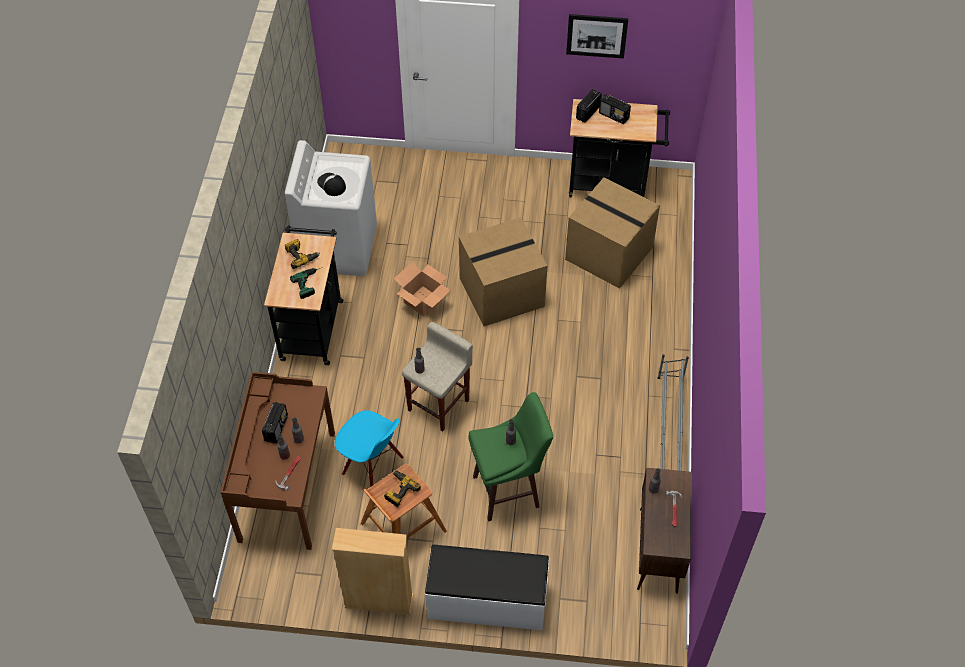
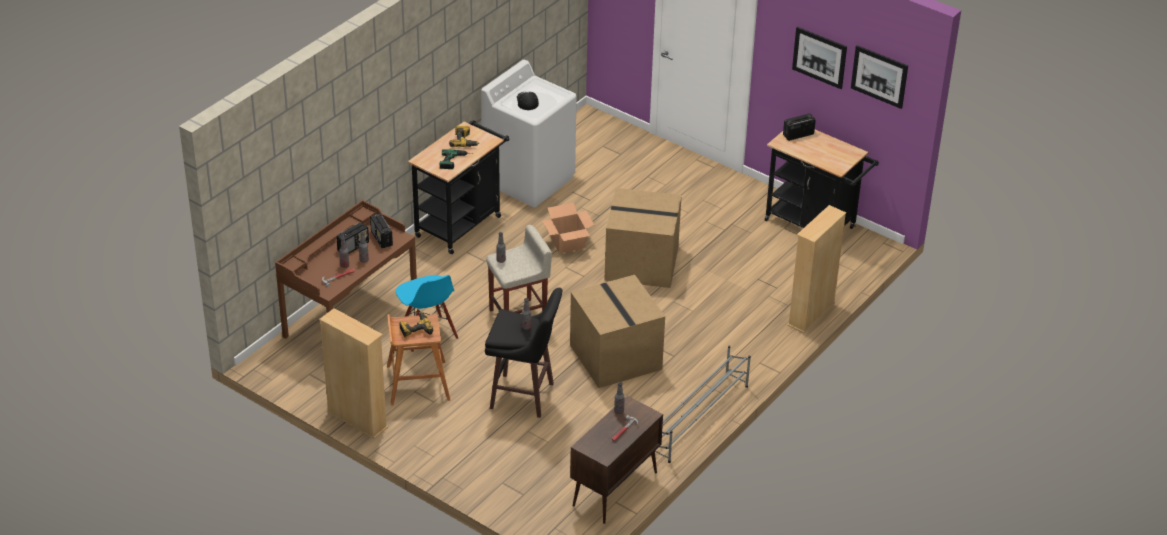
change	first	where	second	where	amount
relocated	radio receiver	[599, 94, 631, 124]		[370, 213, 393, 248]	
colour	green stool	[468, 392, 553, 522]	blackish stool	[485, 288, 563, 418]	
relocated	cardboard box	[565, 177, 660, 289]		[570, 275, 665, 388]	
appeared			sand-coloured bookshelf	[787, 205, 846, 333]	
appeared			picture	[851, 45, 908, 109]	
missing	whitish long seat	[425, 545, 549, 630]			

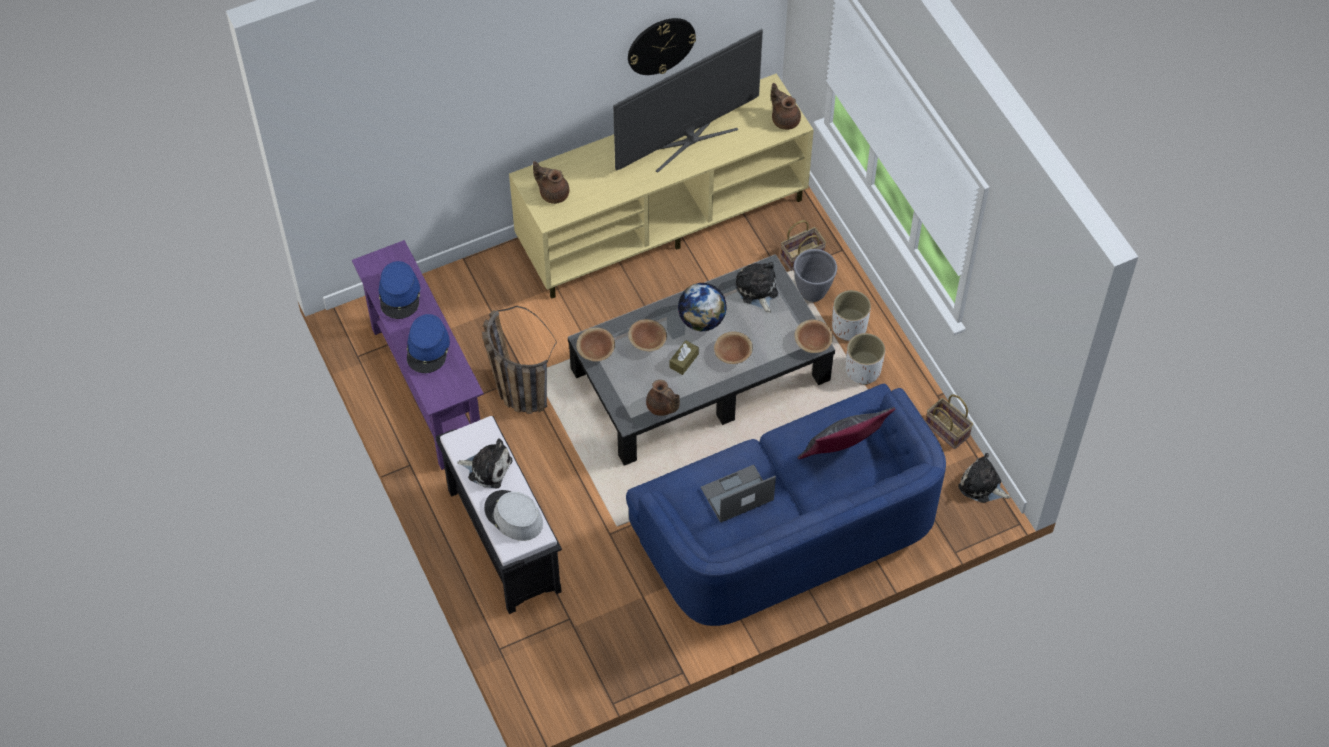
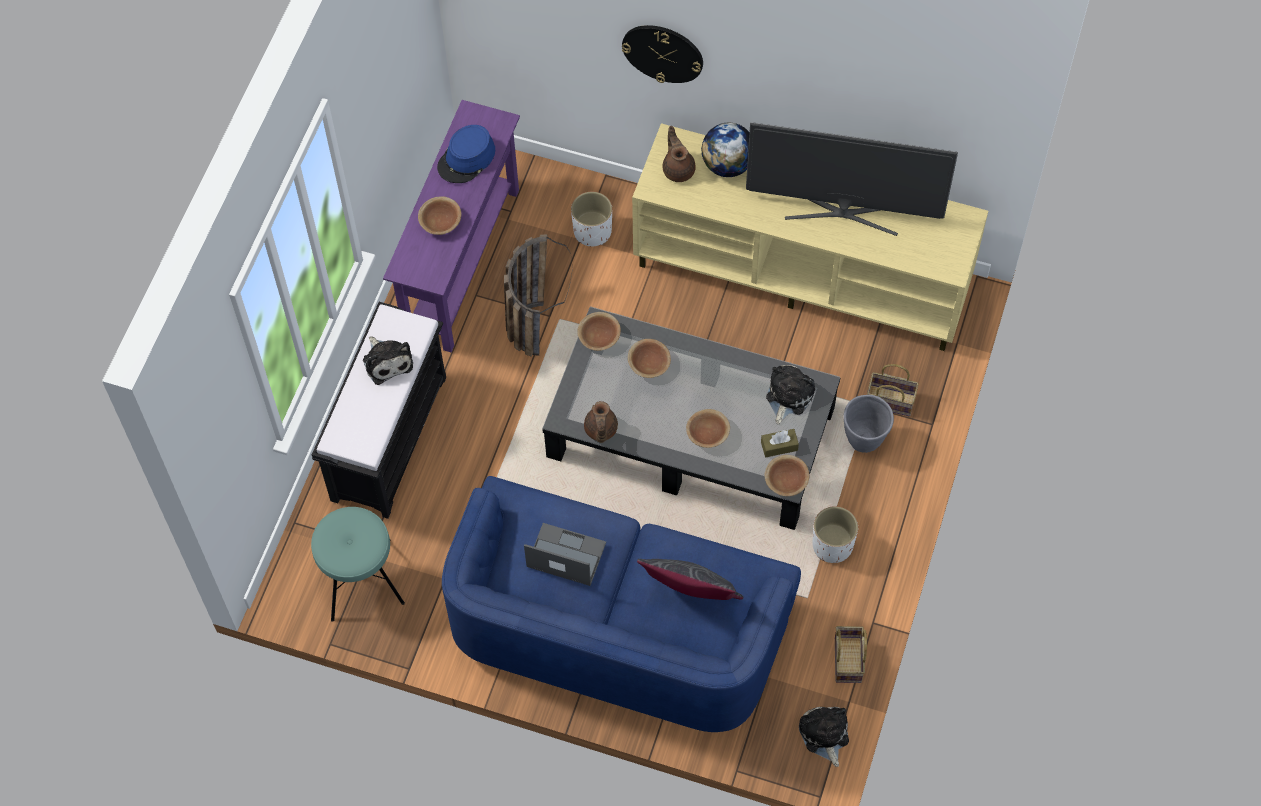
change	first	where	second	where	amount
appeared			turquoise-coloured stool	[311, 507, 405, 622]	
exchanged	bluish wearable hat	[407, 314, 450, 373]	brown-coloured deep dish	[418, 196, 461, 235]	
relocated	whitish planter	[832, 290, 871, 341]		[571, 192, 612, 246]	
relocated	clock on the wall	[628, 18, 696, 75]		[622, 25, 703, 83]	
relocated	desk globe	[678, 283, 727, 331]		[701, 122, 749, 177]	
relocated	brown-coloured tissue holder	[670, 340, 699, 375]		[761, 429, 799, 457]	
missing	gray wearable hat	[484, 490, 543, 541]			
missing	brown-coloured tea pot	[771, 83, 801, 130]			

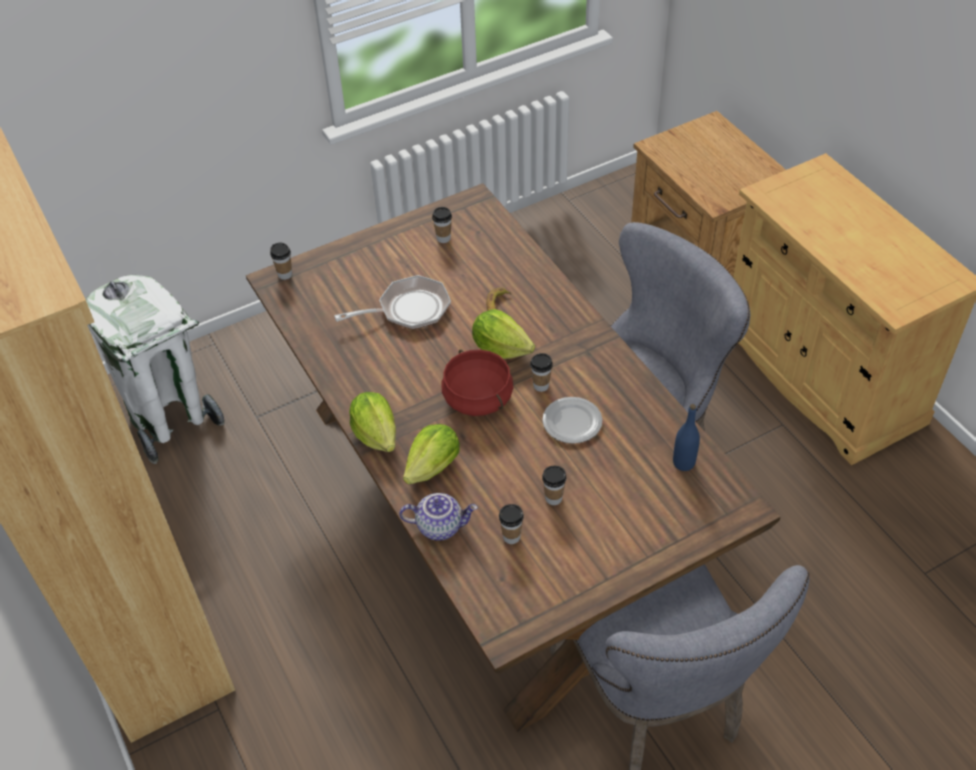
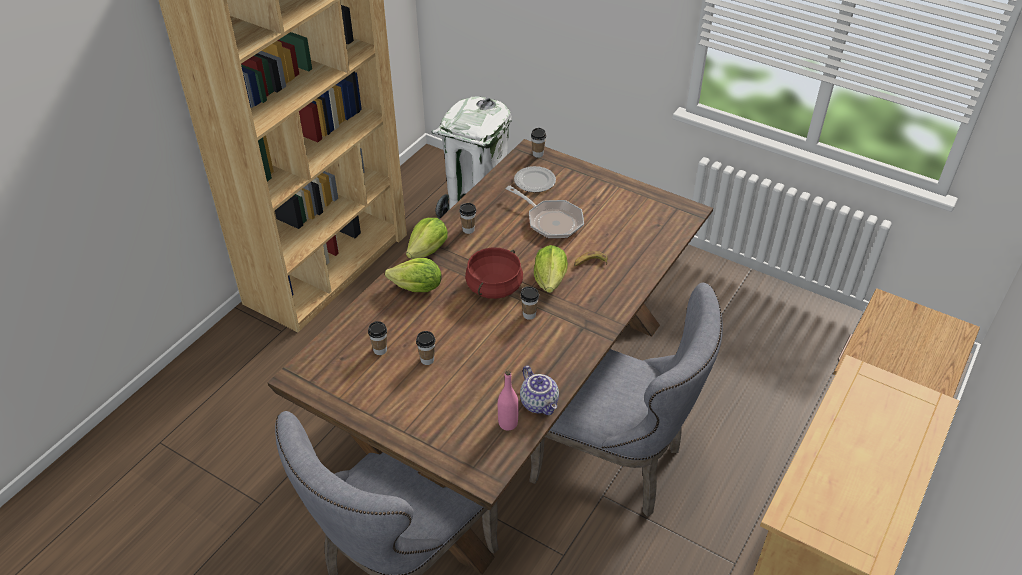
change	first	where	second	where	amount
relocated	drinking cup	[432, 207, 452, 243]		[459, 203, 476, 234]	
colour	bluish drink bottle	[673, 404, 700, 471]	pinkish drink bottle	[498, 371, 519, 431]	
relocated	flat dish	[542, 397, 603, 444]		[514, 166, 556, 192]	
relocated	tea pot	[399, 493, 478, 541]		[520, 366, 559, 415]	

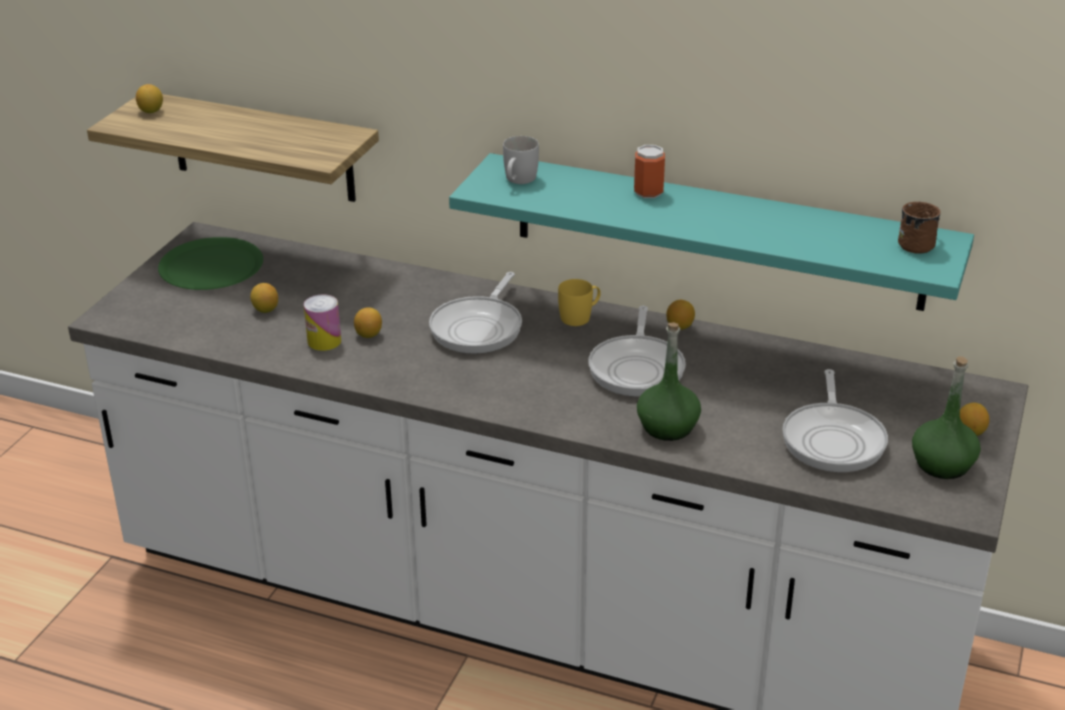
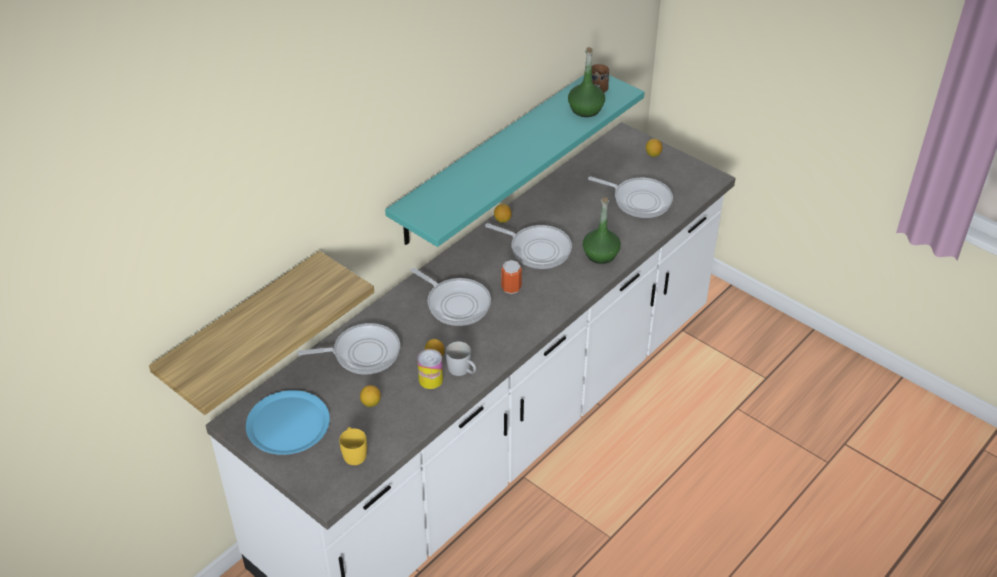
change	first	where	second	where	amount
colour	green flat dish	[158, 237, 263, 290]	bluish flat dish	[246, 390, 330, 455]	
appeared			pan	[297, 323, 400, 375]	
relocated	yellowish coffee mug	[558, 279, 601, 326]		[339, 427, 367, 465]	
relocated	whitish coffee mug	[503, 136, 539, 184]		[446, 342, 476, 376]	
relocated	sealed can	[634, 145, 665, 198]		[501, 260, 522, 294]	
relocated	green drink bottle	[912, 356, 981, 479]		[568, 47, 605, 117]	
missing	lemon	[136, 84, 163, 113]			

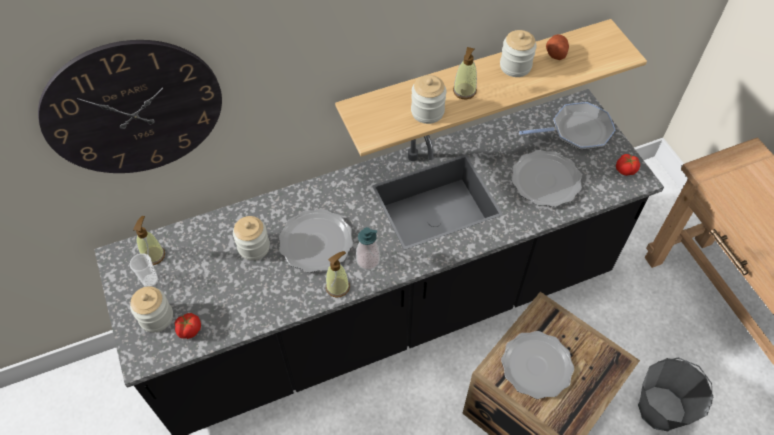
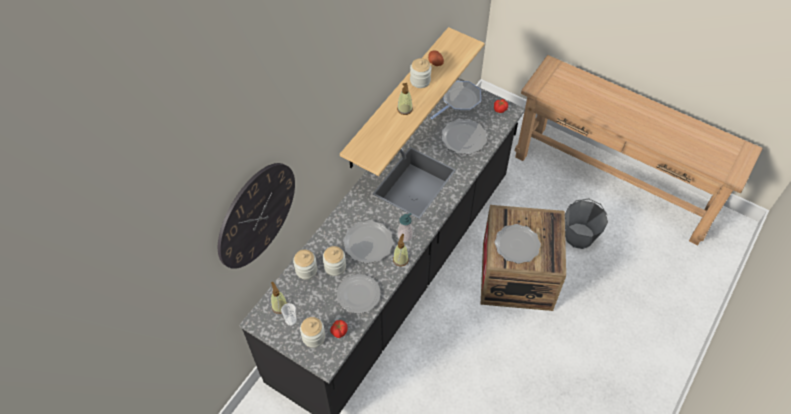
change	first	where	second	where	amount
relocated	preserve jar	[411, 75, 446, 124]		[293, 250, 317, 279]	
appeared			flat dish	[337, 274, 381, 313]	

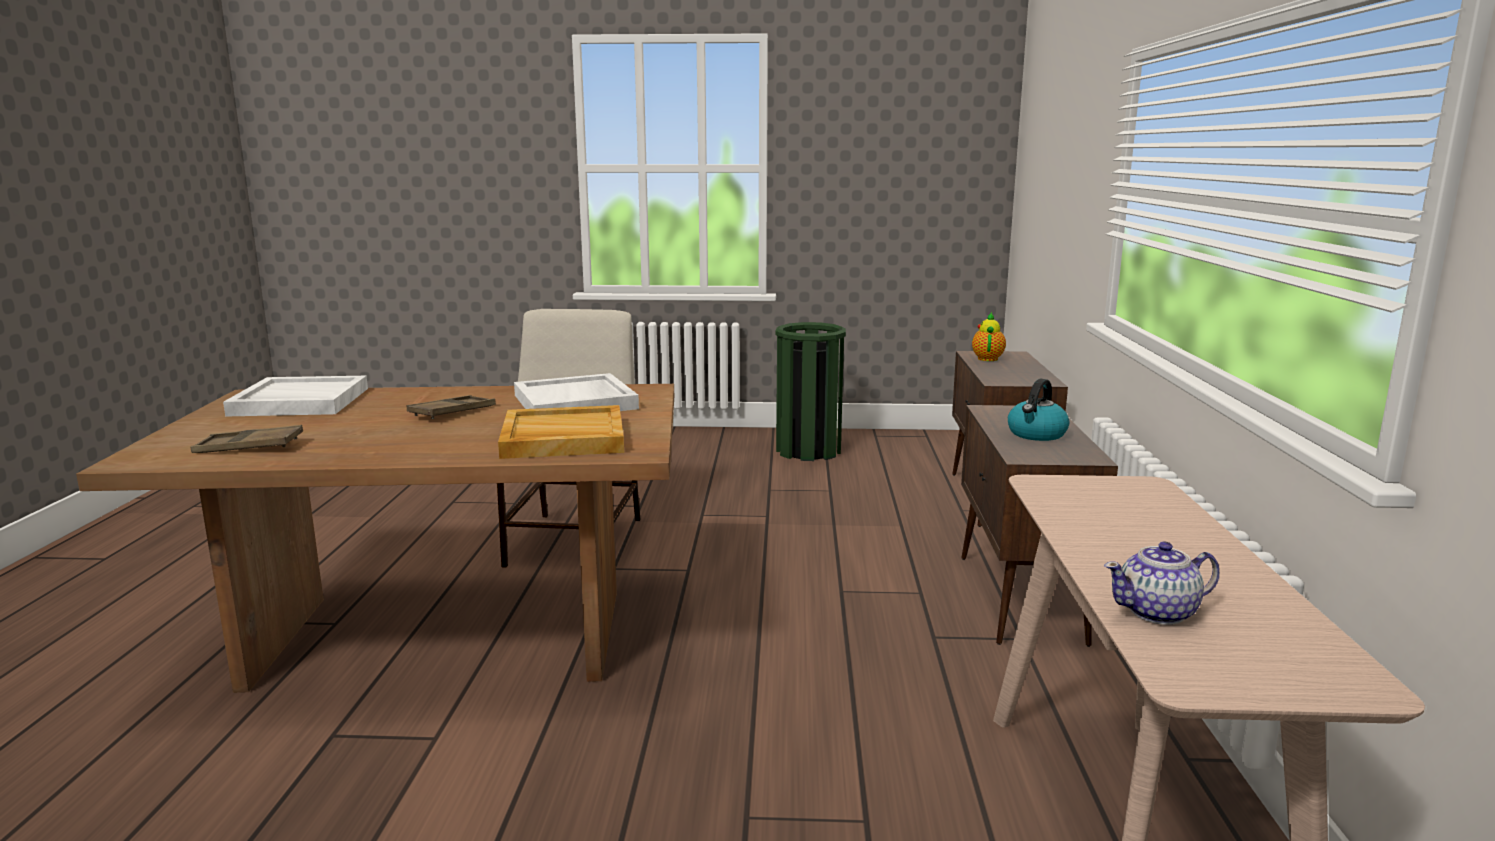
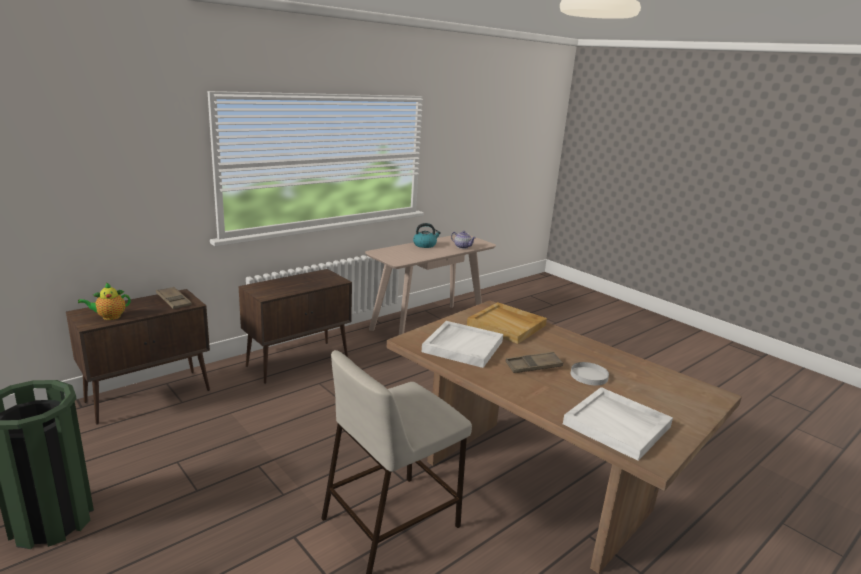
change	first	where	second	where	amount
relocated	brown-coloured tray	[191, 425, 303, 453]		[156, 287, 192, 309]	
relocated	tea kettle	[1008, 379, 1069, 441]		[413, 223, 441, 248]	
appeared			whitish flat dish	[571, 362, 609, 385]	

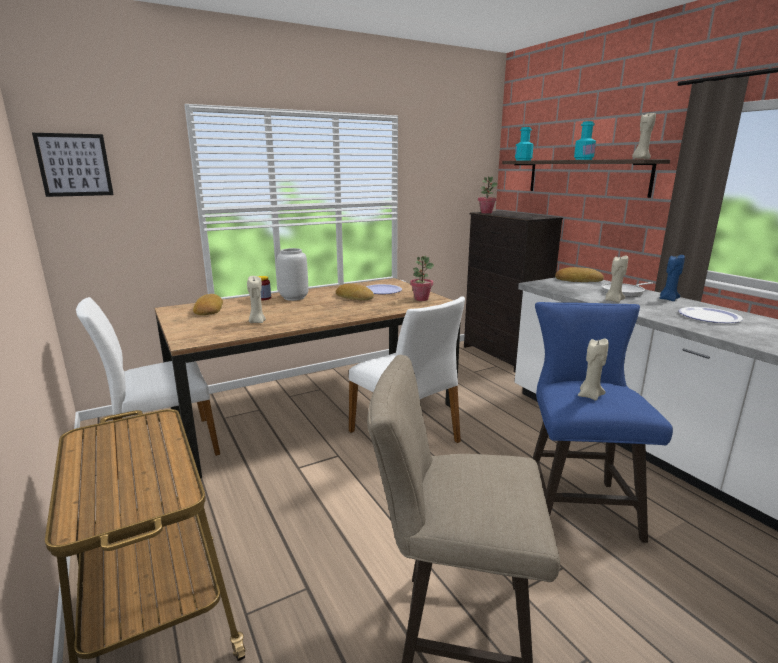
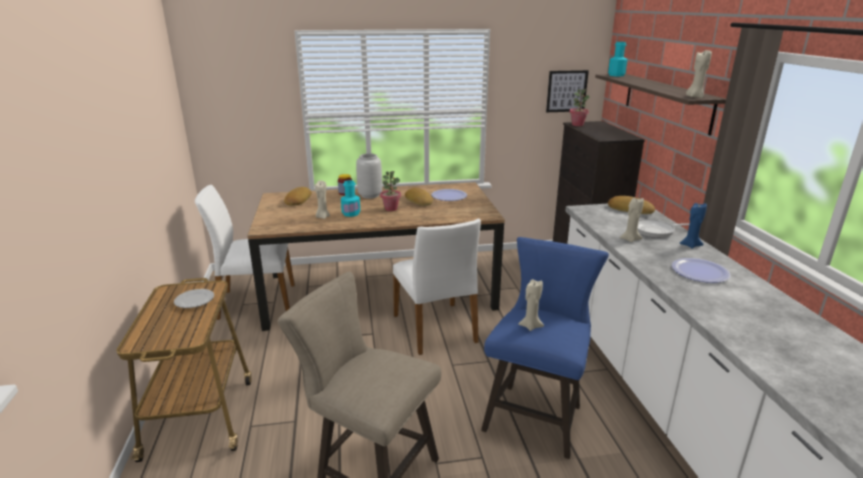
change	first	where	second	where	amount
appeared			flat dish	[174, 289, 214, 308]	
relocated	turquoise-coloured drink bottle	[574, 121, 596, 160]		[341, 180, 360, 217]	
relocated	plant in a pot	[410, 256, 434, 301]		[380, 171, 401, 211]	
relocated	picture	[32, 133, 114, 197]		[546, 70, 589, 112]	

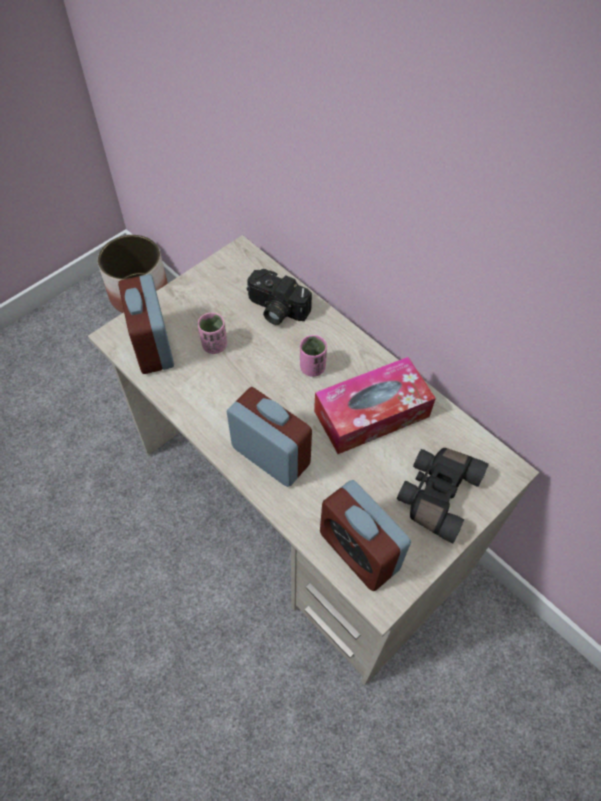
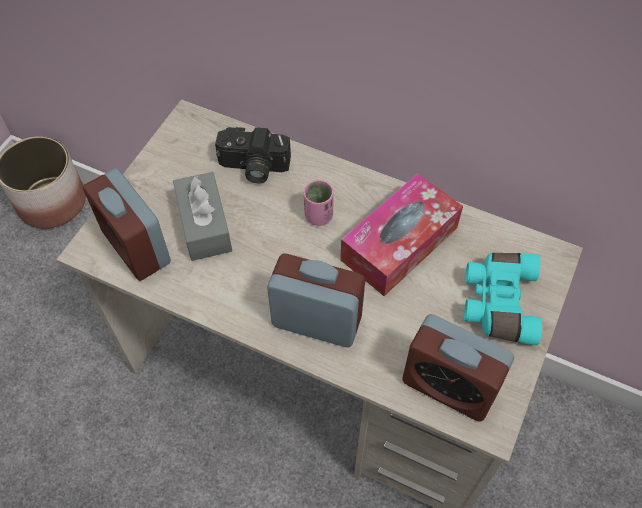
change	first	where	second	where	amount
exchanged	pinkish drinking cup	[198, 313, 227, 354]	gray tissue holder	[173, 172, 232, 261]	
colour	blackish field glasses	[397, 448, 489, 543]	turquoise-coloured field glasses	[464, 253, 542, 345]	

